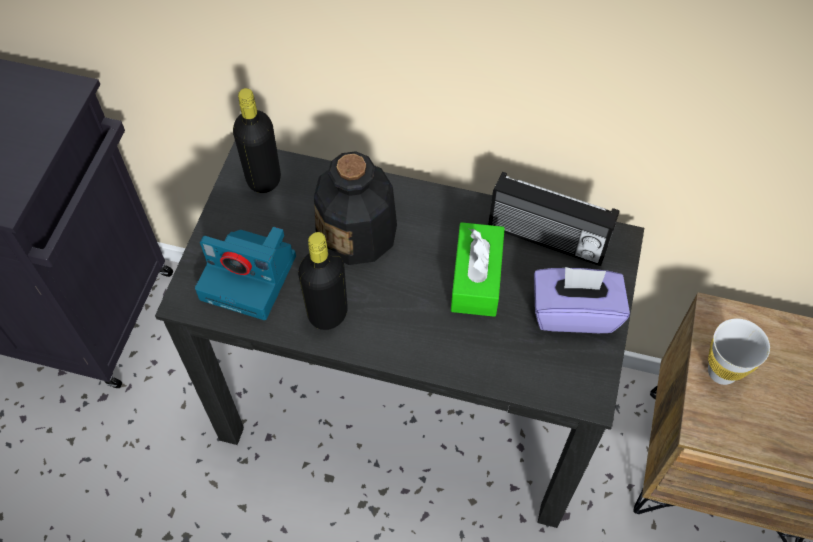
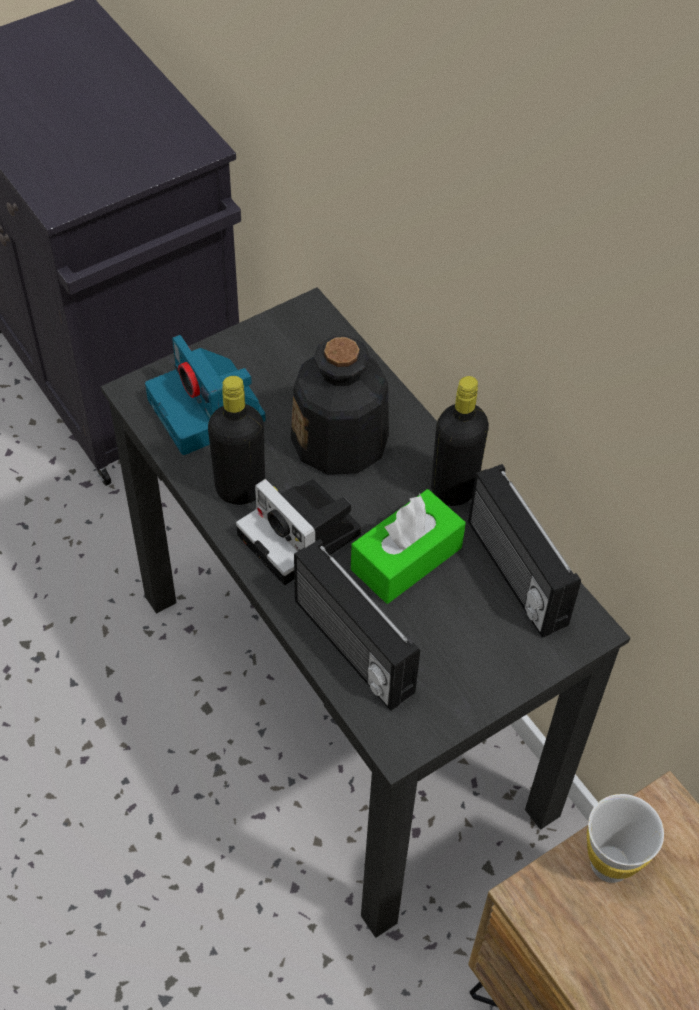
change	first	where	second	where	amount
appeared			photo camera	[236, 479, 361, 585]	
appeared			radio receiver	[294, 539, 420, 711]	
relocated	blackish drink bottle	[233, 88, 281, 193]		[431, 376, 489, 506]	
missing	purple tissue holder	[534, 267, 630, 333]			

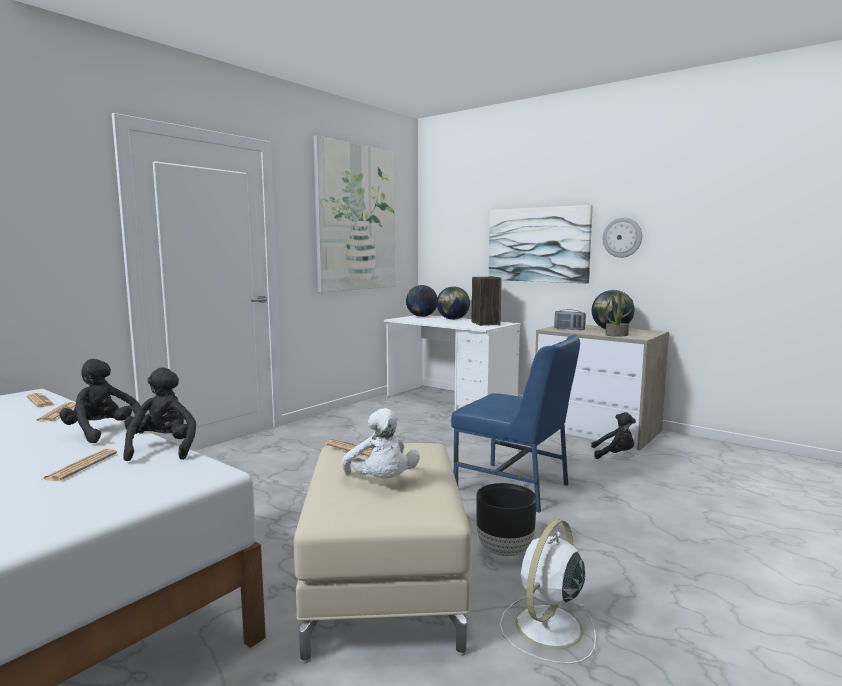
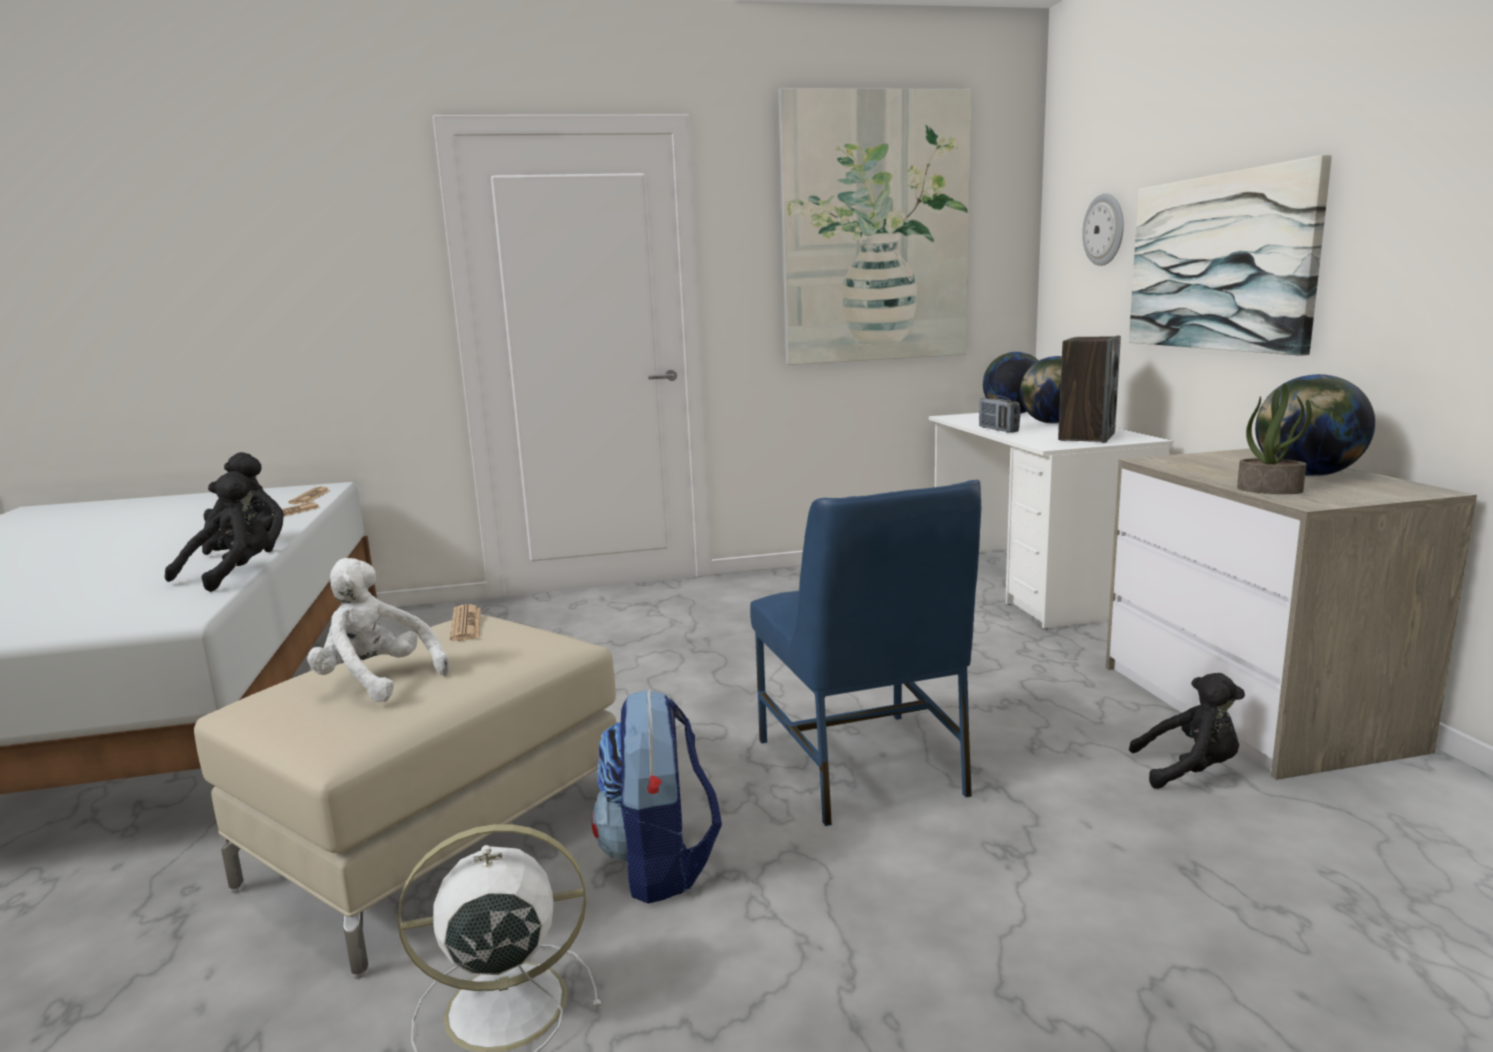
change	first	where	second	where	amount
spun	whitish cuddly toy	[342, 408, 420, 479]		[307, 558, 449, 702]	105 degrees clockwise
exchanged	blackish planter	[476, 483, 537, 557]	backpack	[592, 689, 722, 904]	
relocated	radio receiver	[554, 309, 586, 330]		[979, 396, 1020, 433]	
relocated	clock on the wall	[603, 217, 642, 258]		[1082, 193, 1124, 266]	
spun	blackish cuddly toy	[591, 412, 636, 459]		[1129, 673, 1245, 789]	45 degrees counterclockwise
missing	printed paper	[43, 449, 117, 481]			

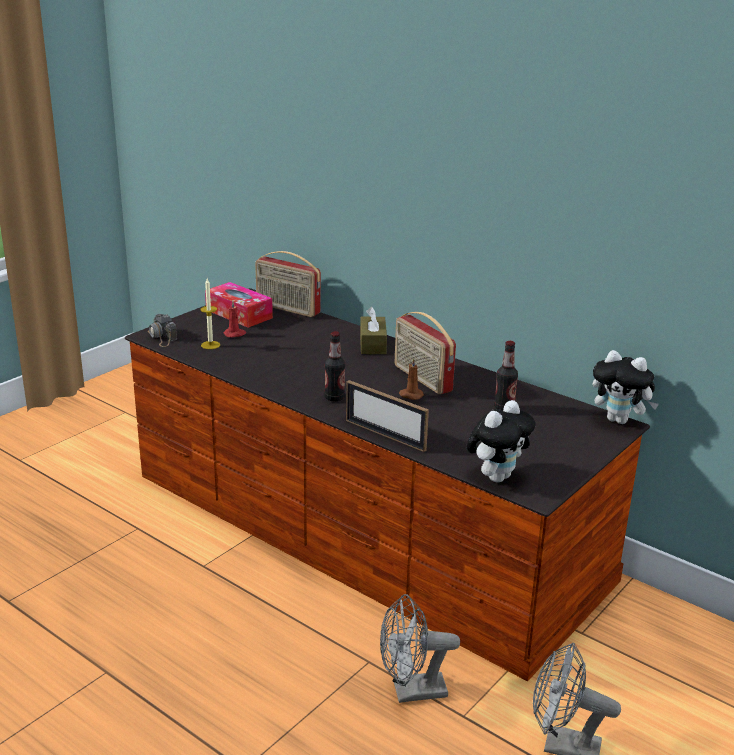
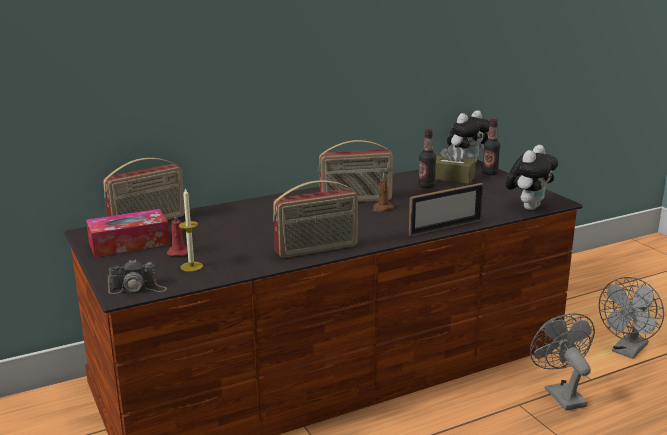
change	first	where	second	where	amount
appeared			radio receiver	[273, 180, 358, 258]	
relocated	brown-coloured tissue holder	[360, 307, 387, 354]		[435, 144, 476, 184]	
relocated	drink bottle	[324, 331, 345, 401]		[482, 119, 500, 176]	
spun	cuddly toy	[466, 400, 536, 482]		[506, 145, 558, 210]	60 degrees clockwise
spun	gray cooling fan	[380, 594, 460, 703]		[530, 313, 595, 411]	150 degrees clockwise

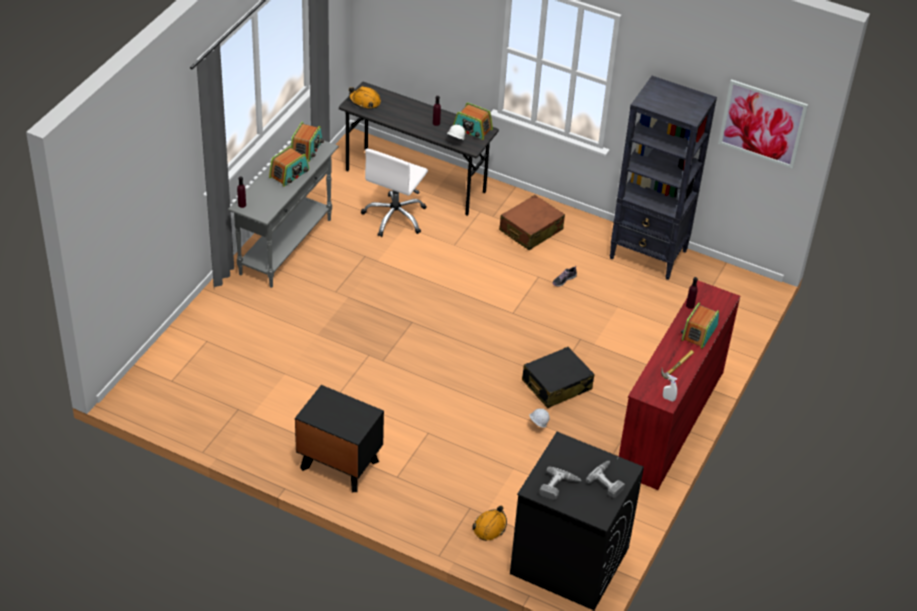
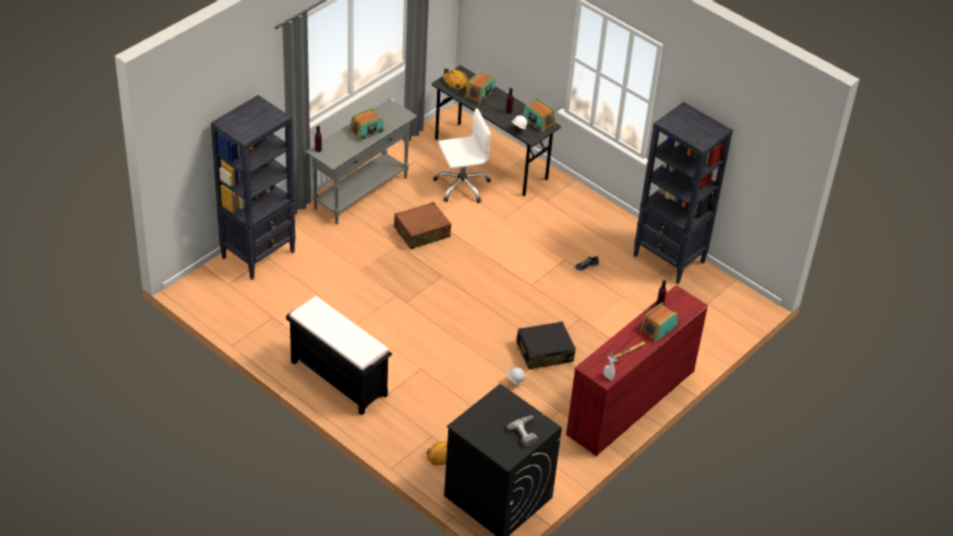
change	first	where	second	where	amount
appeared			blackish bookshelf	[211, 95, 296, 280]	
exchanged	blackish bedside table	[295, 385, 384, 492]	blackish long seat	[286, 296, 392, 415]	
relocated	brown-coloured travel case	[499, 195, 565, 250]		[394, 202, 451, 249]	
spun	whitish desk chair	[361, 149, 428, 237]		[433, 108, 491, 203]	150 degrees counterclockwise
relocated	radio receiver	[291, 122, 324, 162]		[465, 71, 496, 104]	
missing	power drill	[539, 466, 581, 500]			
missing	picture	[718, 79, 808, 169]			

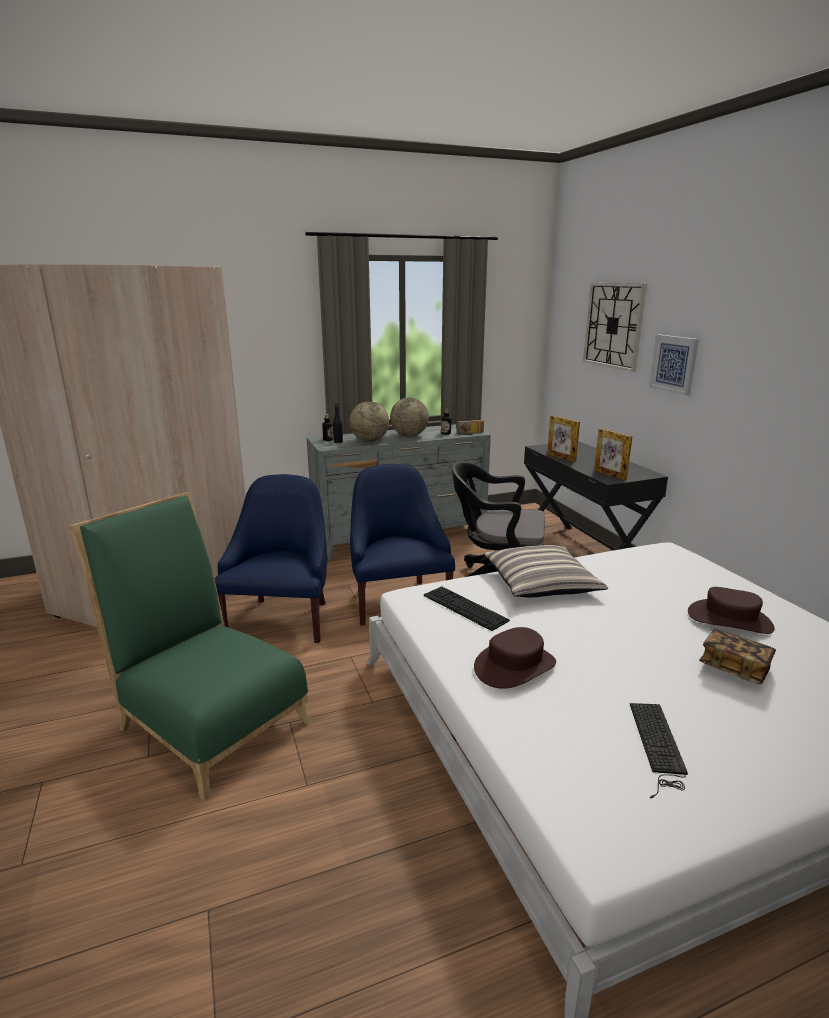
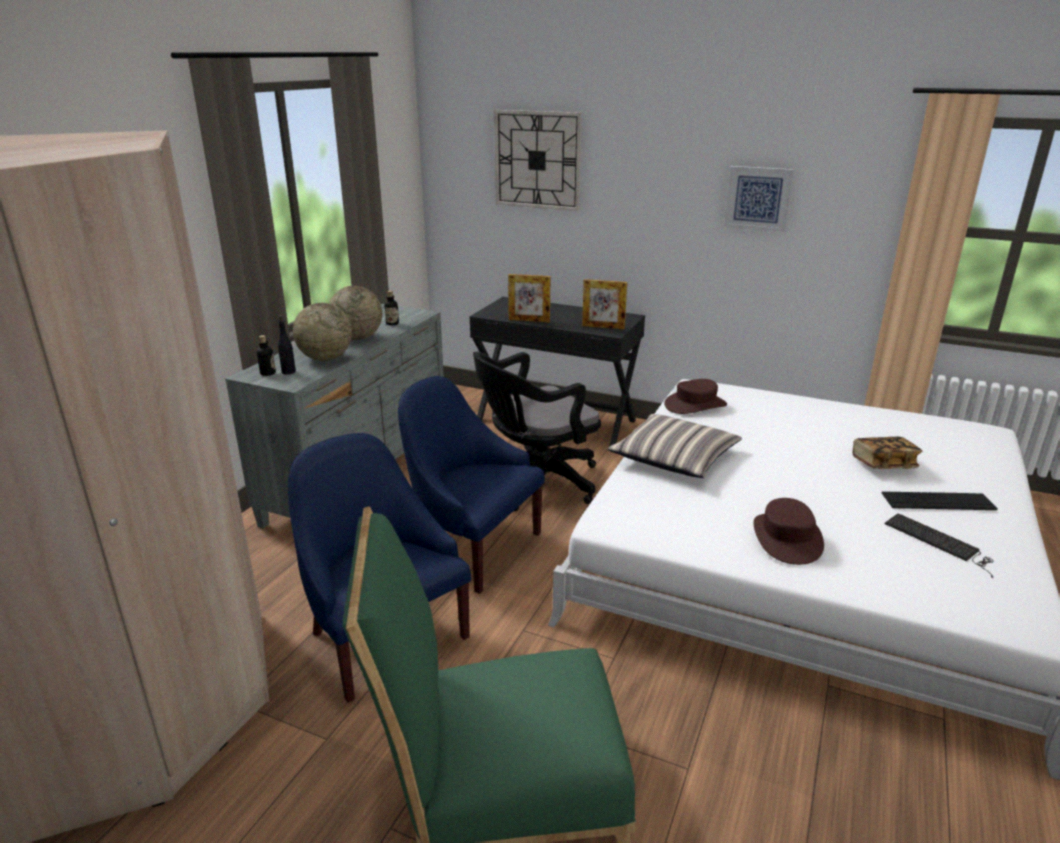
change	first	where	second	where	amount
relocated	brown-coloured wearable hat	[688, 587, 775, 634]		[664, 379, 727, 414]	
relocated	picture	[649, 335, 699, 396]		[724, 166, 794, 232]	
relocated	keyboard	[424, 586, 510, 631]		[882, 491, 998, 510]	
missing	radio receiver	[456, 420, 484, 435]			

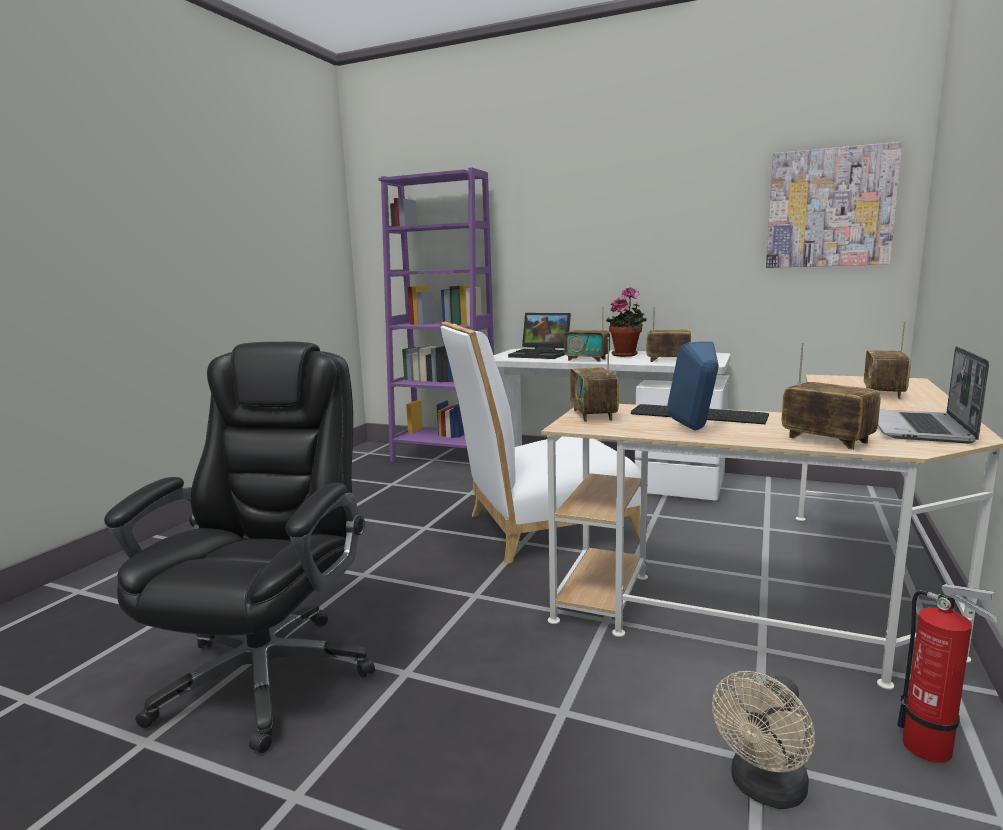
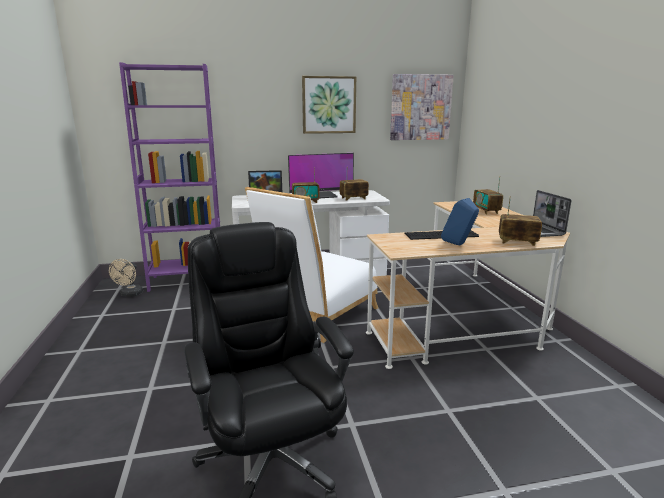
change	first	where	second	where	amount
relocated	sand-coloured cooling fan	[712, 671, 815, 809]		[109, 259, 143, 297]	
exchanged	plant in a pot	[606, 287, 647, 357]	computer screen	[288, 153, 354, 198]	
appeared			picture	[302, 76, 356, 134]	
missing	radio receiver	[570, 337, 619, 422]			
missing	fire extinguisher	[897, 584, 998, 763]			

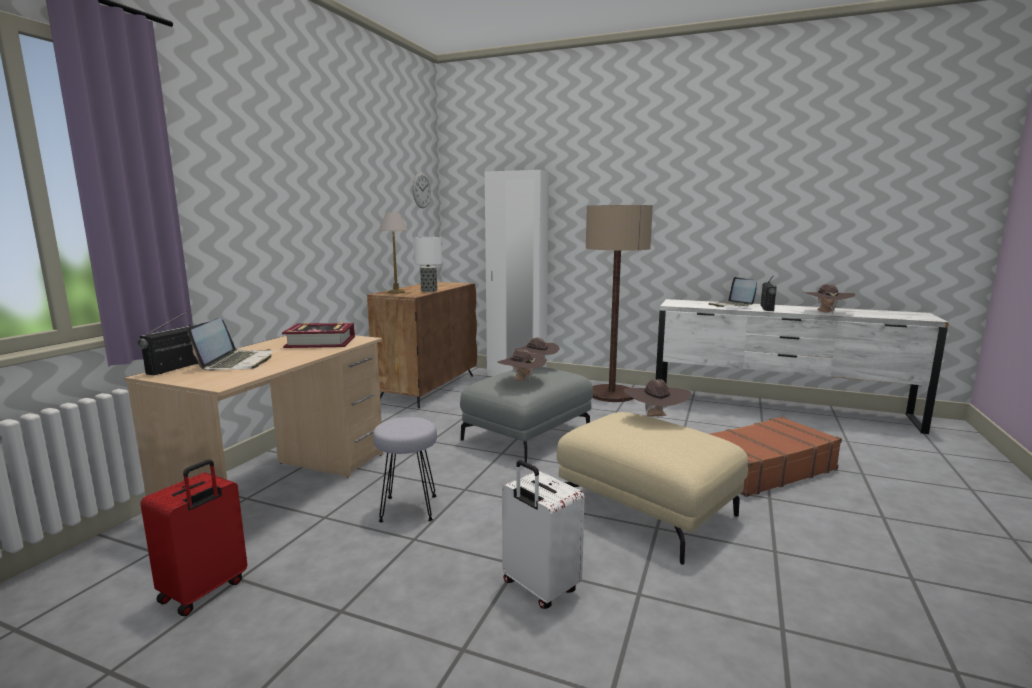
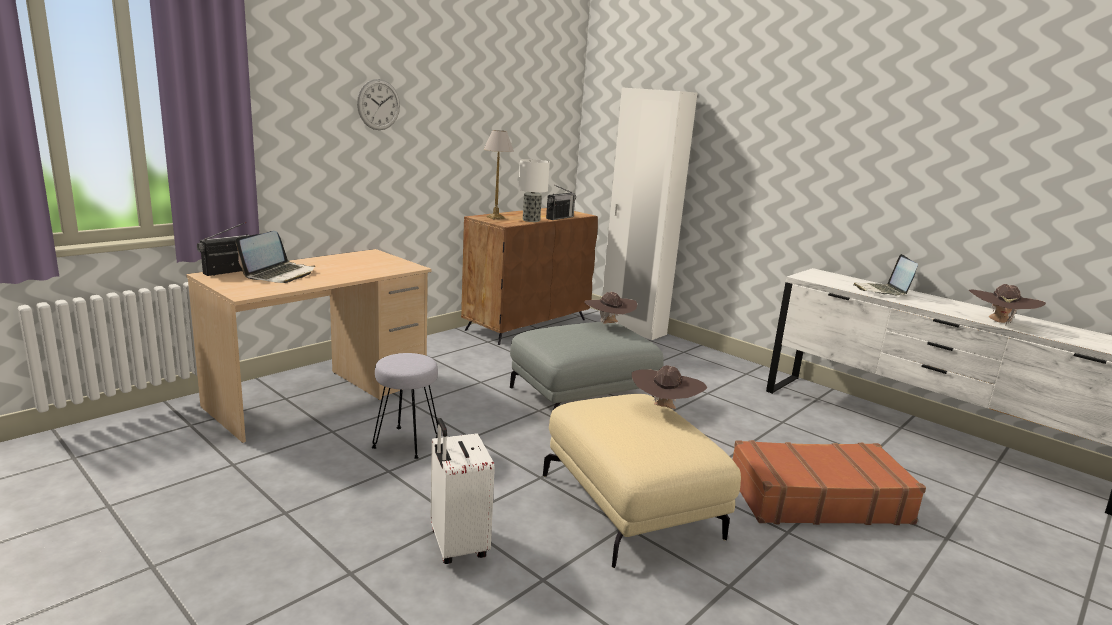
change	first	where	second	where	amount
relocated	clock on the wall	[412, 173, 431, 208]		[357, 79, 400, 130]	
relocated	radio receiver	[761, 276, 777, 311]		[546, 185, 576, 220]	
missing	red travel case	[140, 460, 247, 616]			
missing	bound book	[282, 322, 355, 348]			
missing	brown-coloured wearable hat	[498, 349, 547, 381]			
missing	standing lamp	[586, 205, 653, 402]			

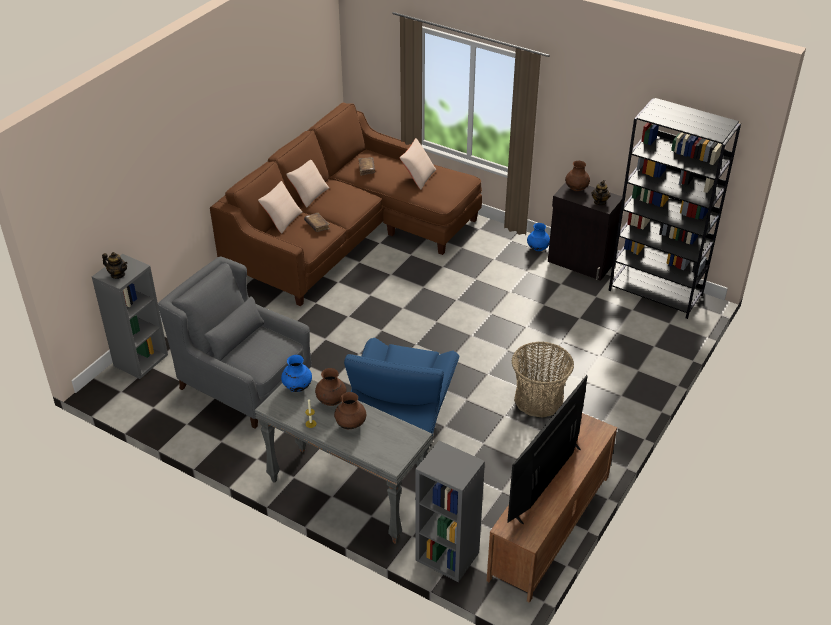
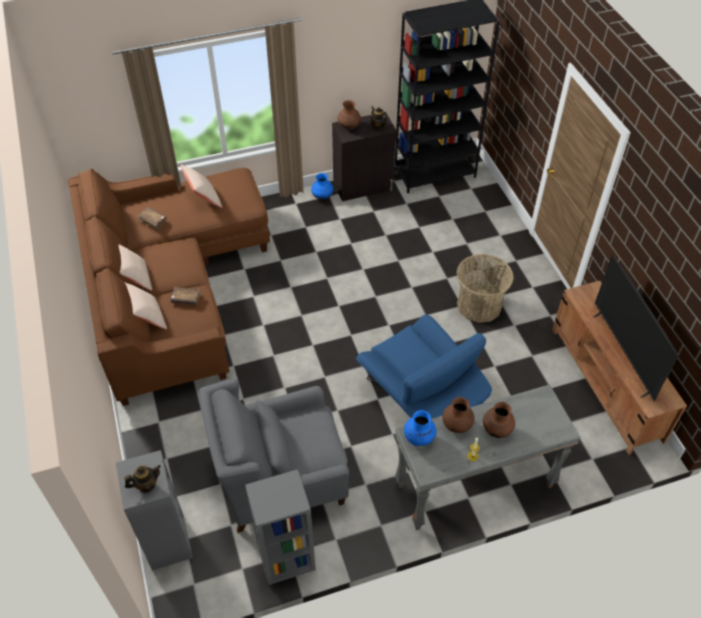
change	first	where	second	where	amount
relocated	gray bookshelf	[415, 441, 485, 582]		[245, 469, 316, 585]	

